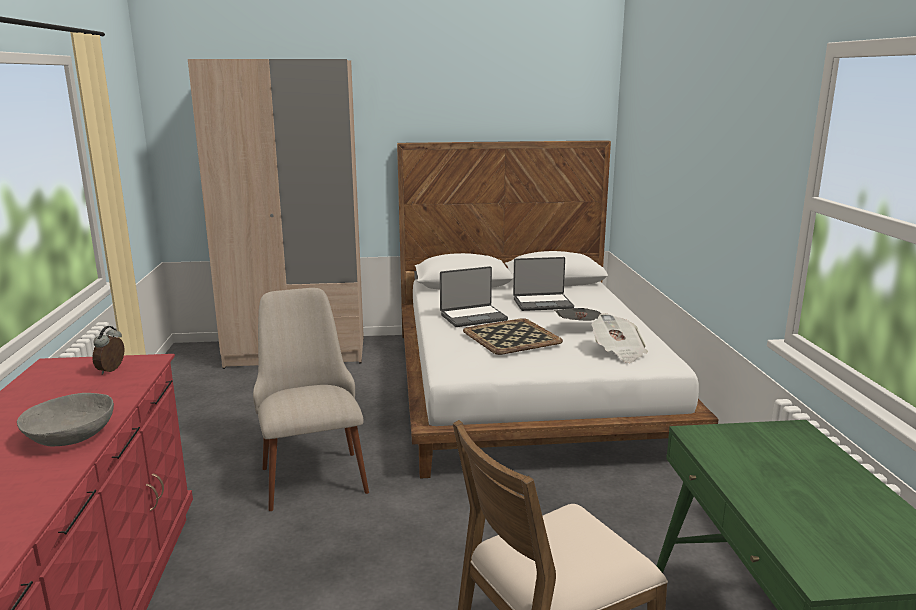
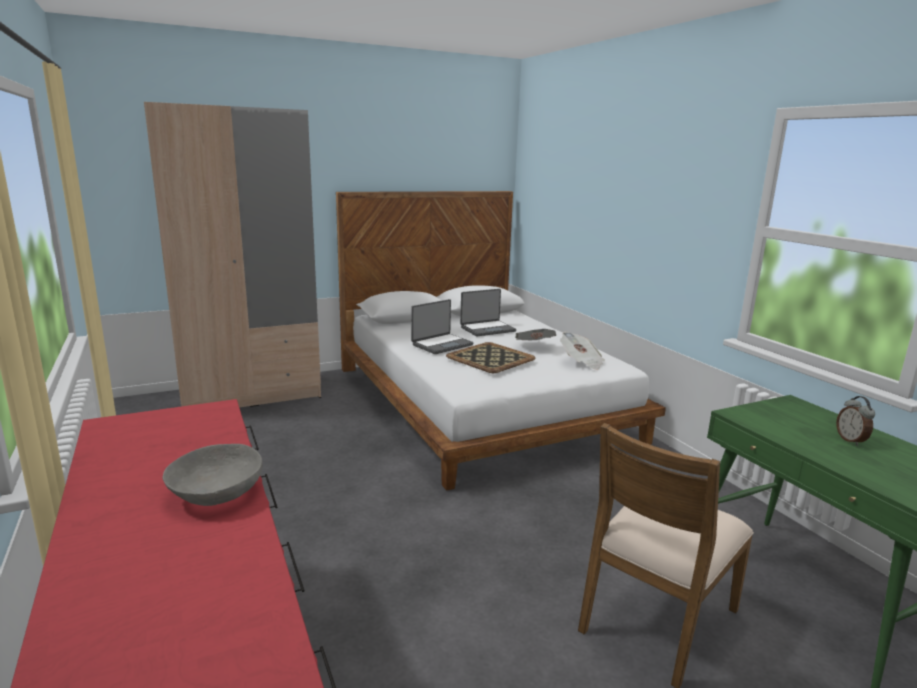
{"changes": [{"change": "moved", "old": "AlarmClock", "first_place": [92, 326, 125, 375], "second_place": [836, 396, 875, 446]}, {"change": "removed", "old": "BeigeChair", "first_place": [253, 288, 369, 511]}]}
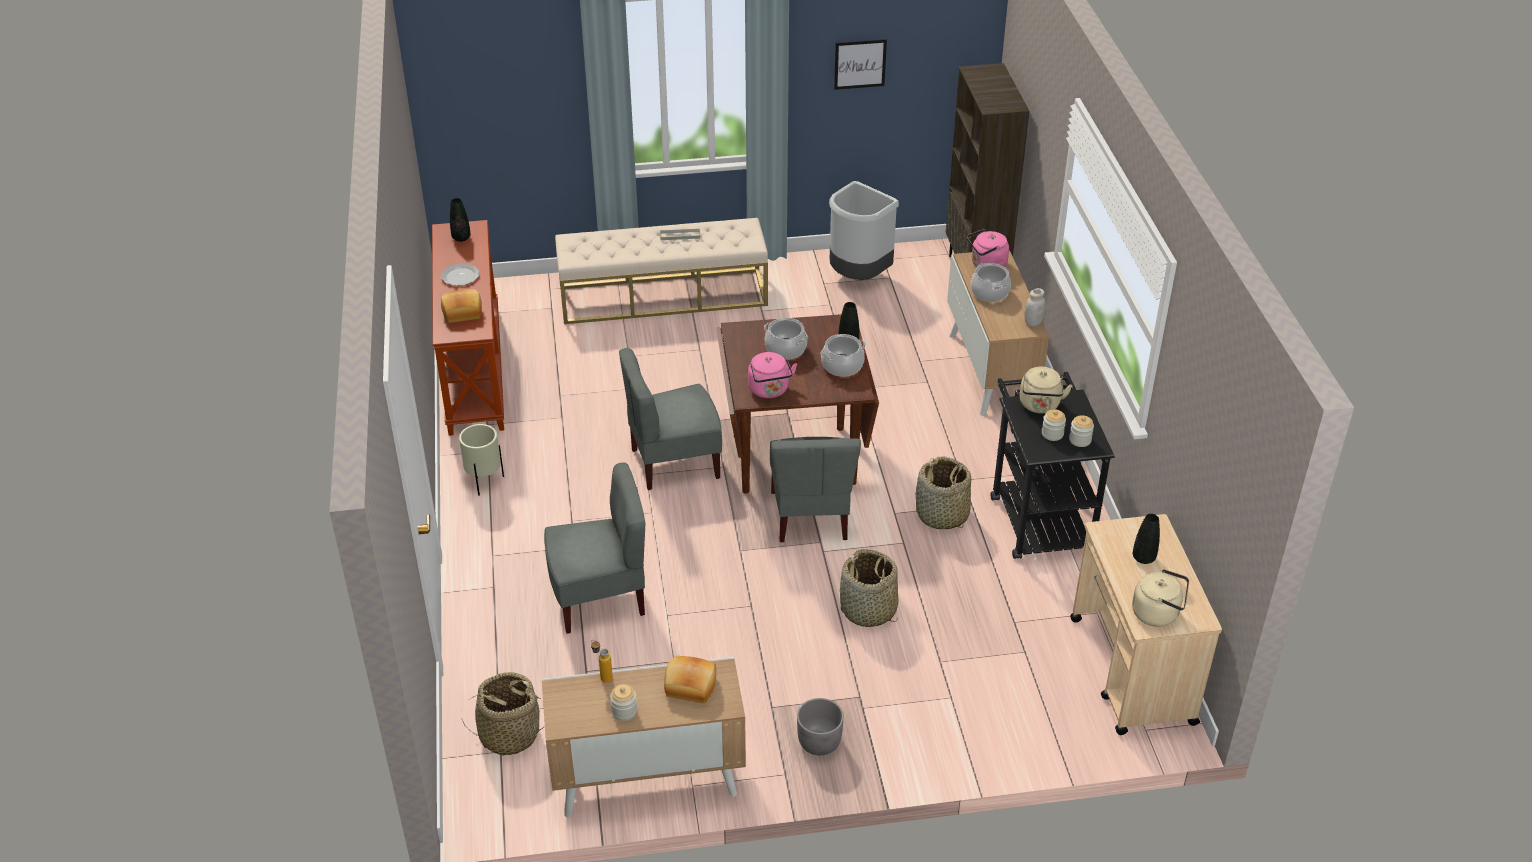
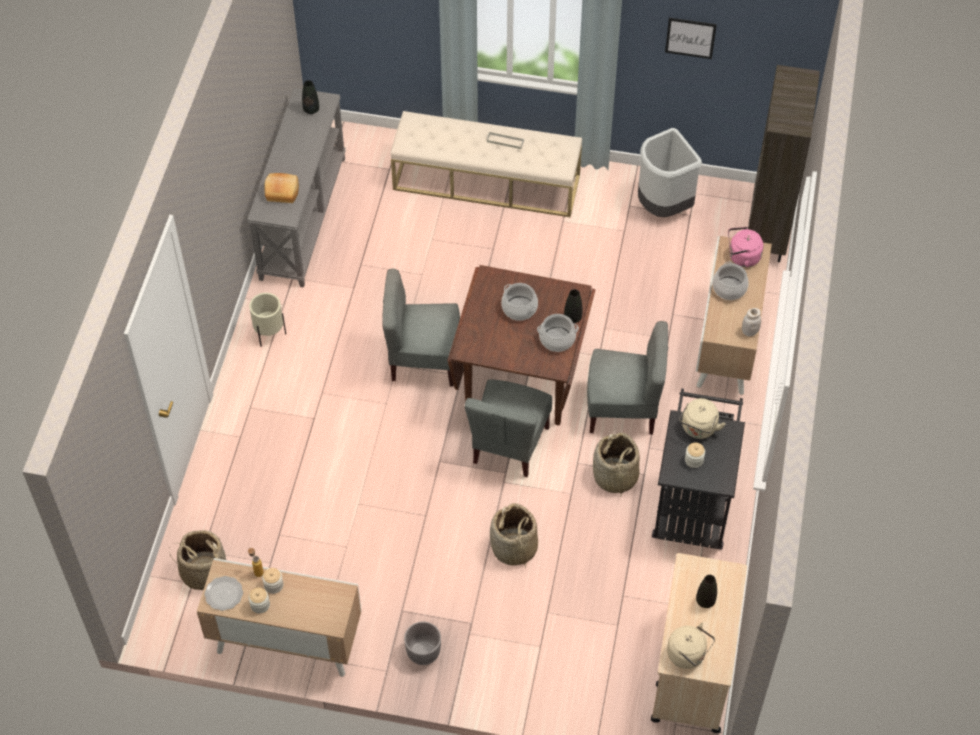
{"changes": [{"change": "recoloured", "old": "BrownConsoleTable", "new": "GreyConsoleTable", "first_place": [432, 220, 504, 436], "second_place": [247, 88, 346, 287]}, {"change": "moved", "old": "Plate", "first_place": [441, 263, 479, 286], "second_place": [204, 576, 243, 611]}, {"change": "moved", "old": "GreyChair", "first_place": [544, 463, 645, 634], "second_place": [587, 321, 668, 434]}, {"change": "removed", "old": "Bread", "first_place": [664, 656, 716, 703]}, {"change": "removed", "old": "PinkKettle", "first_place": [748, 352, 797, 398]}, {"change": "moved", "old": "Jar", "first_place": [1069, 415, 1094, 447], "second_place": [262, 568, 283, 594]}]}
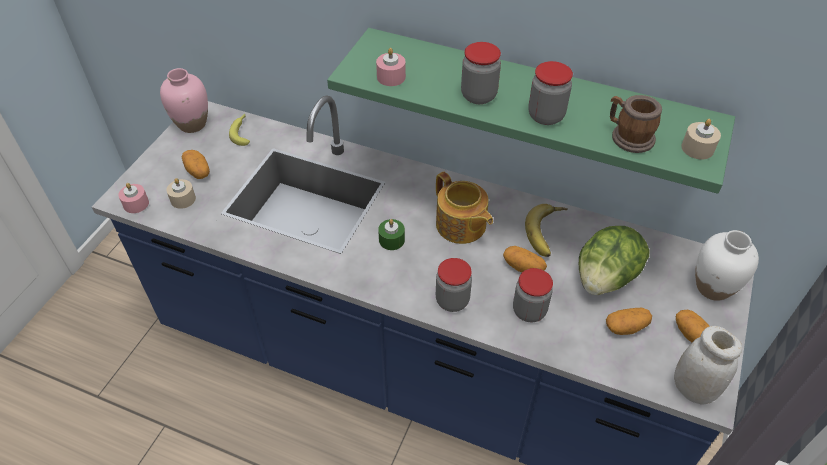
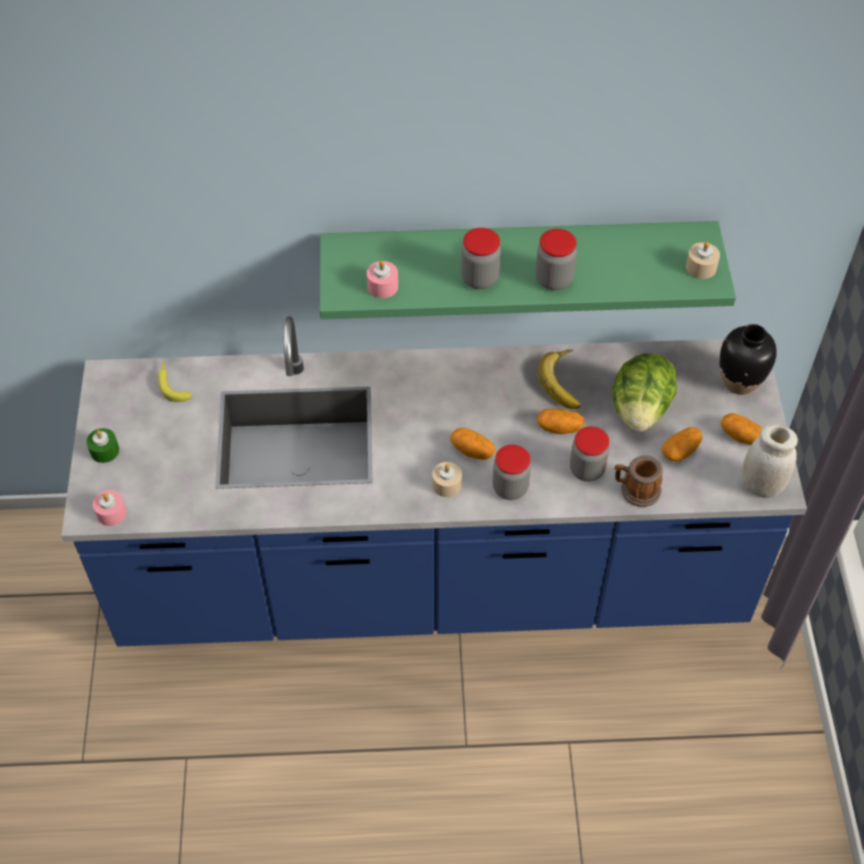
{"changes": [{"change": "removed", "old": "PinkVase", "first_place": [160, 68, 208, 133]}, {"change": "moved", "old": "BeigeCandle", "first_place": [166, 178, 196, 209], "second_place": [432, 462, 462, 497]}, {"change": "moved", "old": "Potato", "first_place": [182, 150, 210, 179], "second_place": [450, 428, 496, 460]}, {"change": "moved", "old": "GreenCandle", "first_place": [378, 219, 405, 250], "second_place": [86, 428, 119, 463]}, {"change": "removed", "old": "Teapot", "first_place": [436, 172, 493, 244]}, {"change": "moved", "old": "Mug", "first_place": [610, 95, 662, 153], "second_place": [615, 456, 663, 507]}, {"change": "recoloured", "old": "WhiteVase", "new": "BlackVase", "first_place": [695, 230, 759, 301], "second_place": [720, 324, 777, 395]}]}
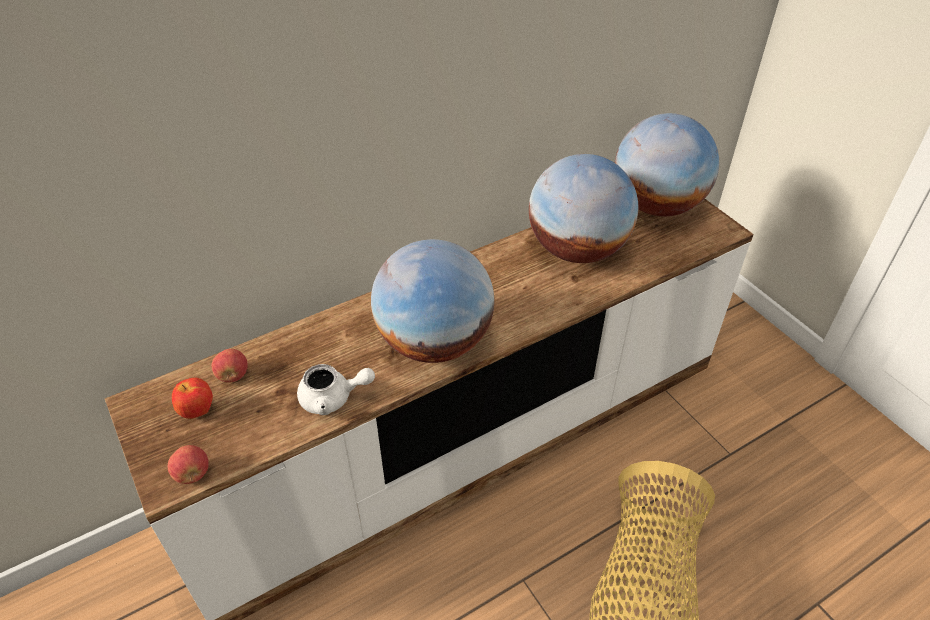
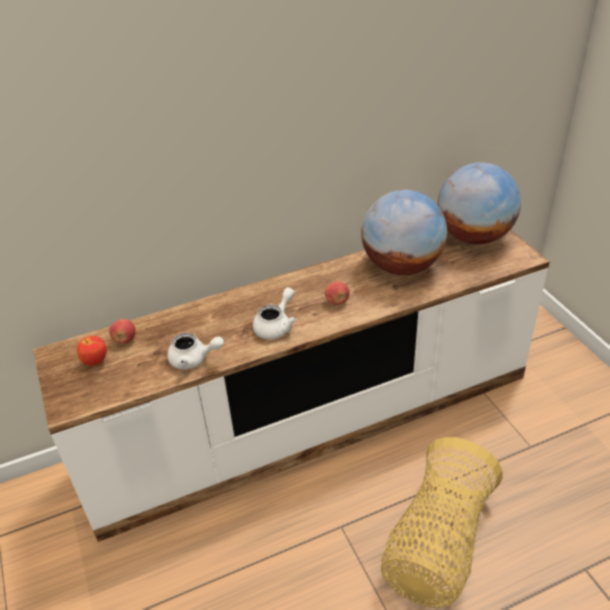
{"changes": [{"change": "moved", "old": "Apple", "first_place": [168, 445, 209, 484], "second_place": [325, 281, 349, 305]}, {"change": "replaced", "old": "Globe", "new": "WhiteTeapot", "first_place": [371, 239, 494, 363], "second_place": [253, 287, 296, 340]}]}
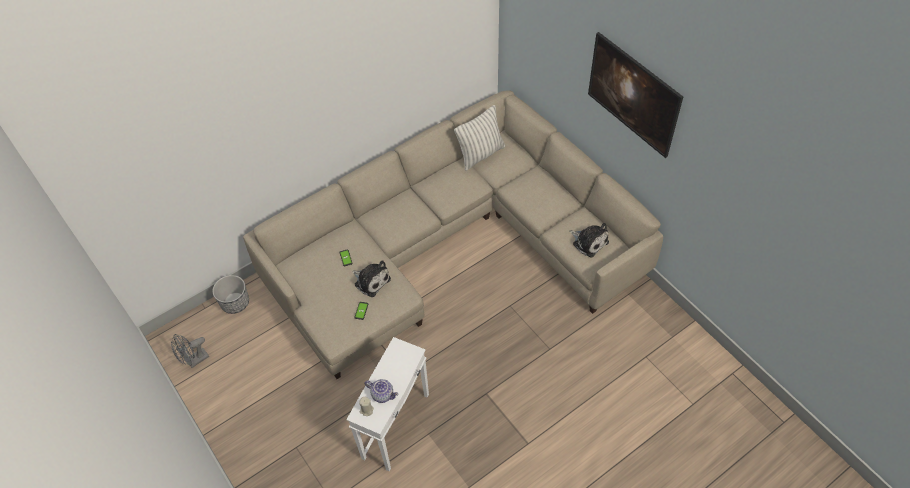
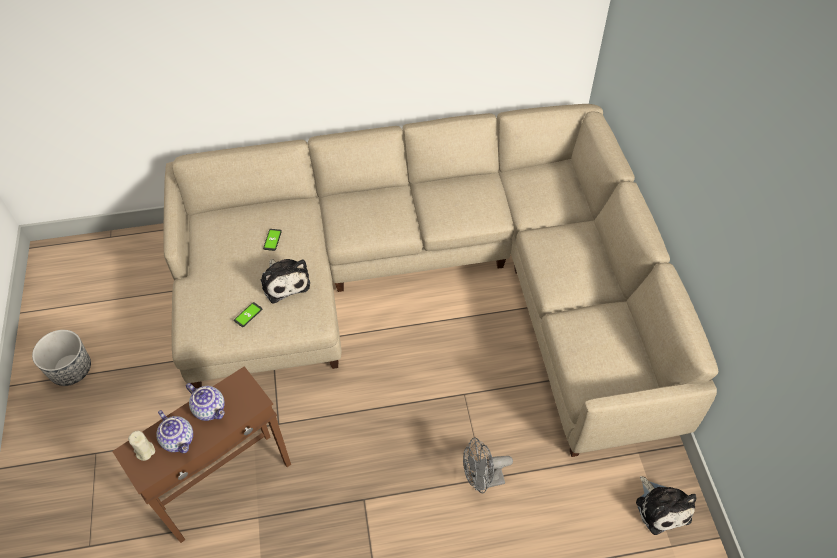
{"changes": [{"change": "moved", "old": "GreyFan", "first_place": [171, 334, 209, 368], "second_place": [463, 437, 513, 493]}, {"change": "moved", "old": "Planter", "first_place": [212, 275, 249, 314], "second_place": [32, 330, 91, 386]}, {"change": "recoloured", "old": "WhiteSideTable", "new": "BrownSideTable", "first_place": [346, 337, 429, 471], "second_place": [112, 366, 291, 543]}, {"change": "removed", "old": "Pillow", "first_place": [454, 105, 505, 171]}, {"change": "moved", "old": "PlushToy", "first_place": [569, 223, 609, 258], "second_place": [636, 476, 696, 535]}, {"change": "removed", "old": "Picture", "first_place": [588, 32, 683, 158]}, {"change": "added", "new": "Teapot", "second_place": [186, 383, 225, 421]}]}
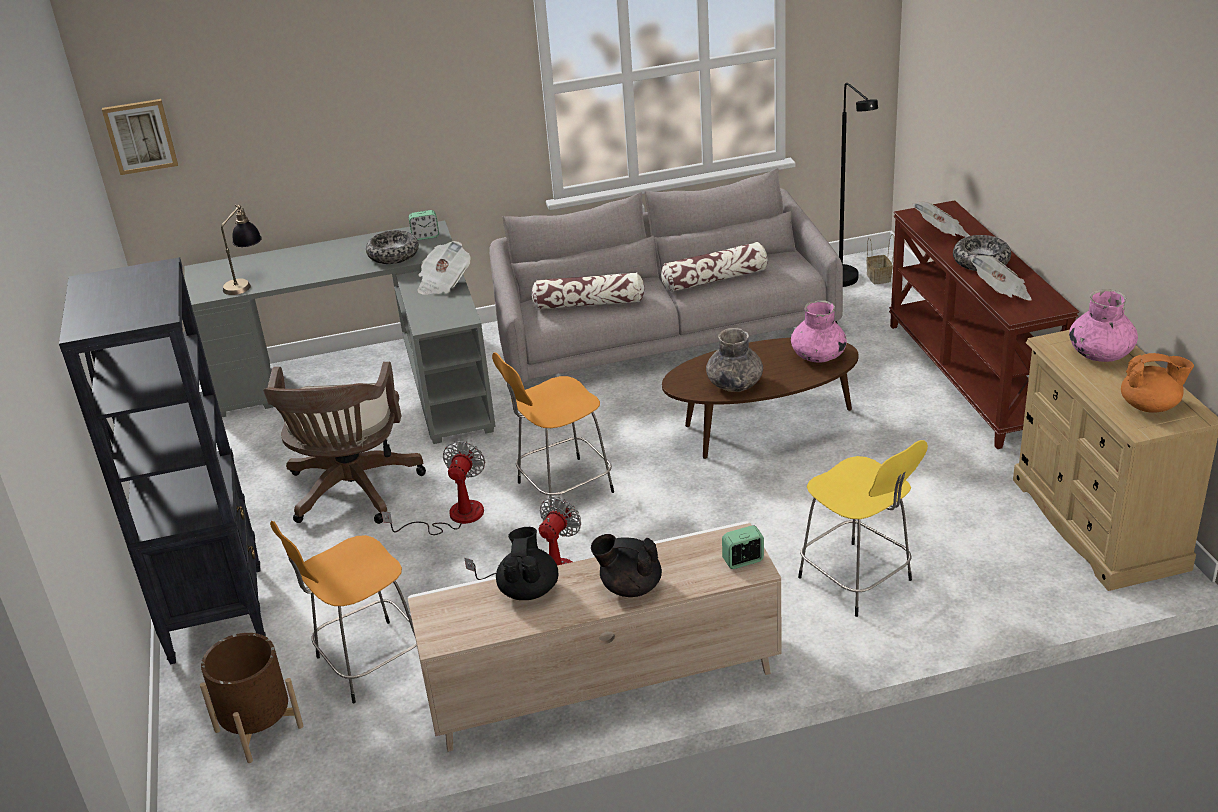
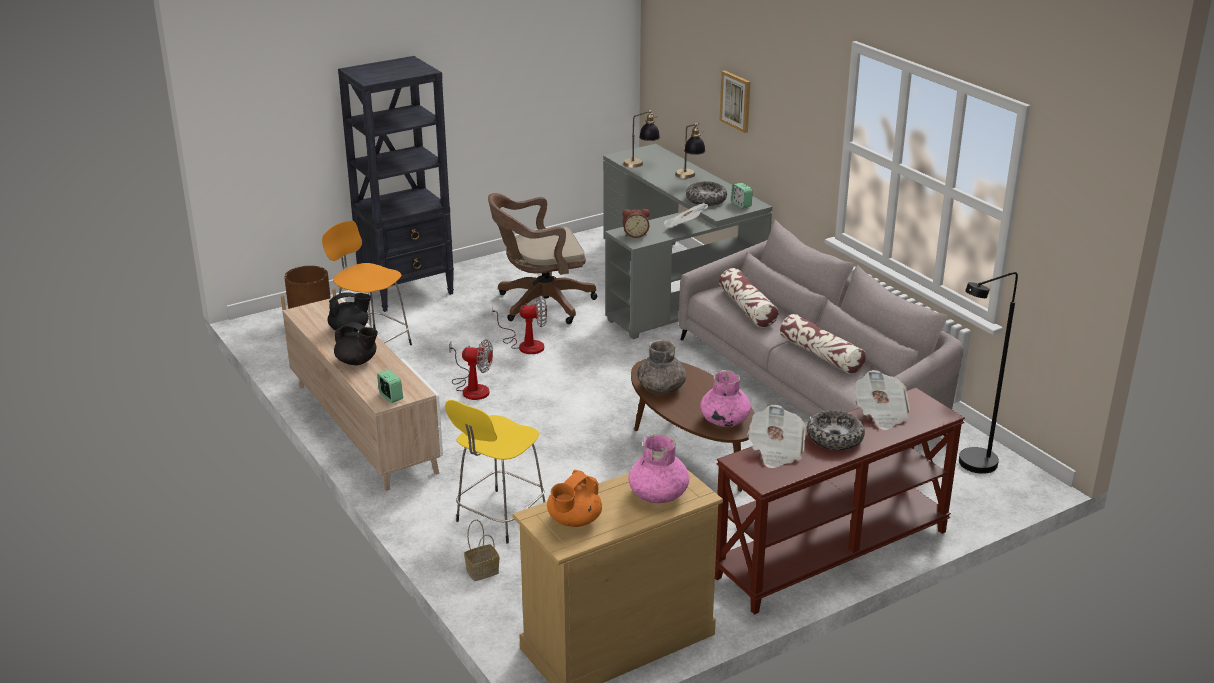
{"changes": [{"change": "moved", "old": "Picture", "first_place": [102, 99, 178, 175], "second_place": [719, 70, 750, 133]}, {"change": "removed", "old": "OrangeStool", "first_place": [492, 353, 614, 511]}, {"change": "turned", "old": "BlackTeapot", "first_place": [591, 534, 662, 597], "second_place": [334, 322, 378, 365], "degrees": 120}, {"change": "moved", "old": "Basket", "first_place": [866, 234, 894, 285], "second_place": [464, 520, 499, 581]}, {"change": "turned", "old": "OrangeTeapot", "first_place": [1121, 353, 1194, 413], "second_place": [547, 470, 602, 527], "degrees": 45}, {"change": "added", "new": "AlarmClock", "second_place": [622, 209, 650, 238]}, {"change": "added", "new": "TableLamp", "second_place": [675, 123, 706, 179]}]}
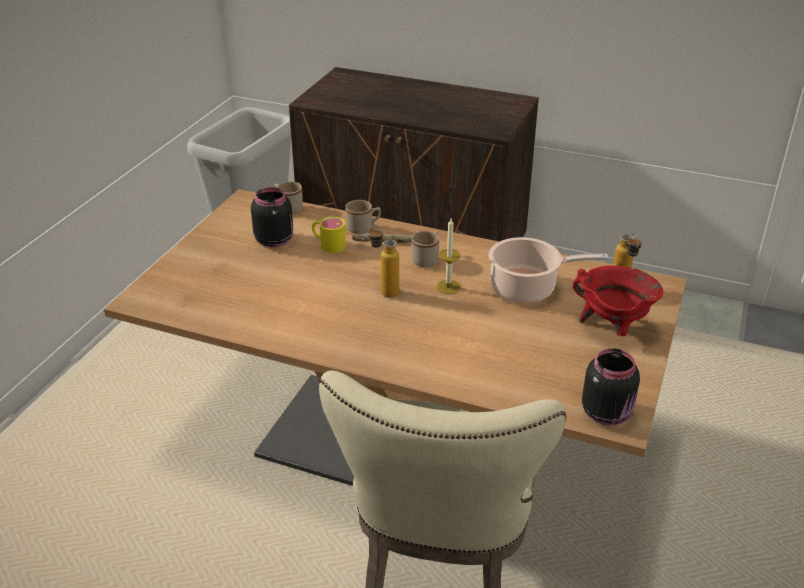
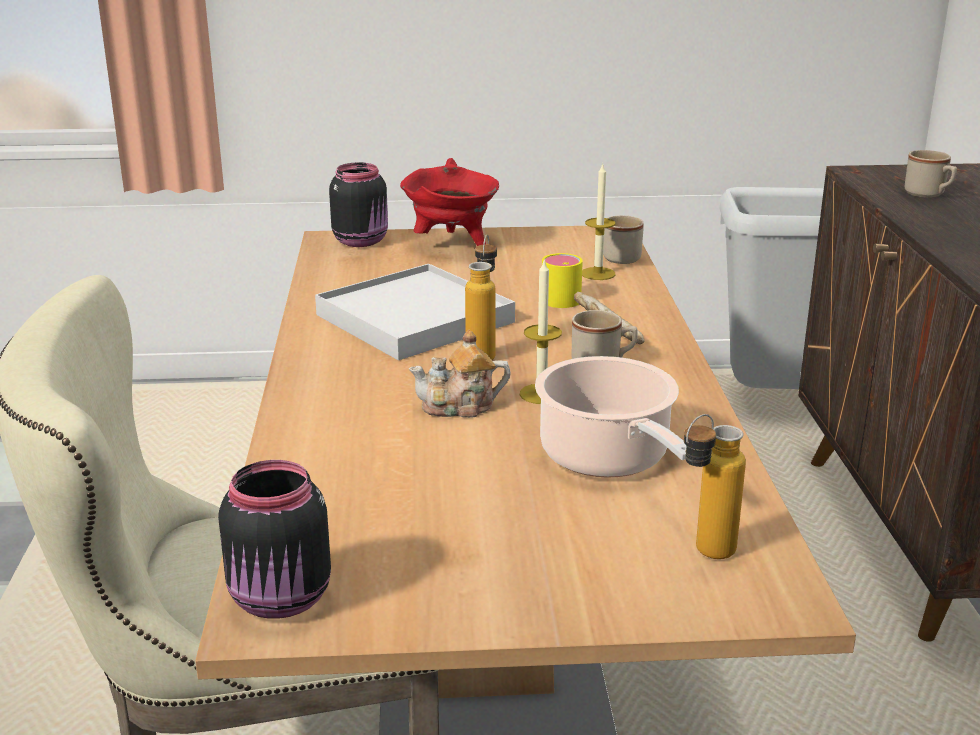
{"changes": [{"change": "moved", "old": "BlackJar", "first_place": [251, 187, 293, 247], "second_place": [329, 163, 388, 247]}, {"change": "moved", "old": "BeigeMug", "first_place": [345, 200, 381, 234], "second_place": [905, 150, 957, 198]}, {"change": "moved", "old": "RedCookingPot", "first_place": [573, 266, 663, 336], "second_place": [400, 158, 499, 246]}, {"change": "added", "new": "WhiteTray", "second_place": [315, 264, 515, 360]}, {"change": "added", "new": "Teapot", "second_place": [409, 330, 510, 418]}, {"change": "added", "new": "Candle", "second_place": [582, 162, 616, 280]}]}
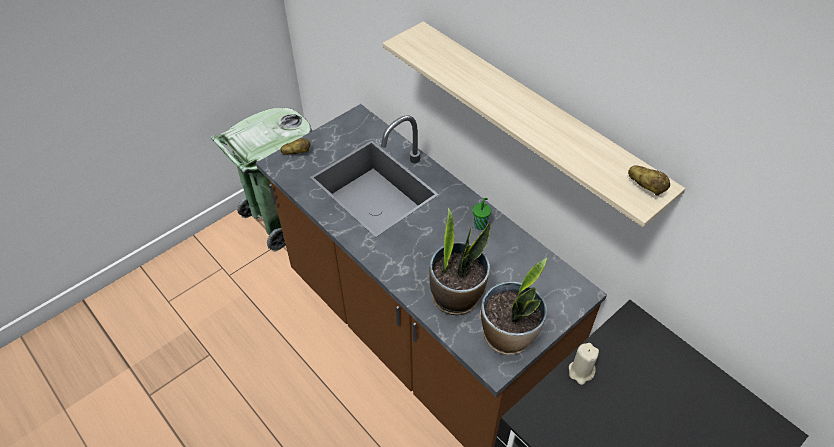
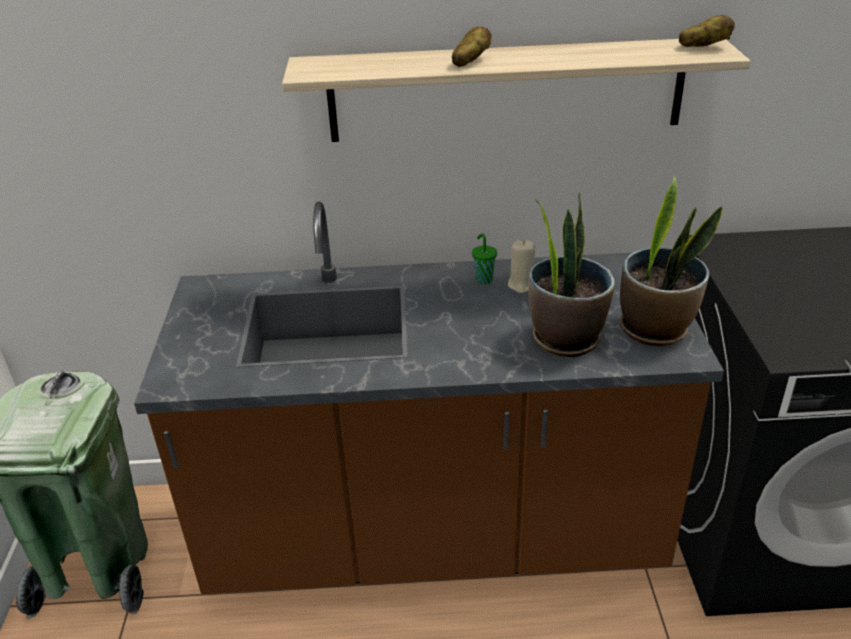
{"changes": [{"change": "moved", "old": "Potato", "first_place": [281, 138, 310, 155], "second_place": [452, 27, 492, 67]}, {"change": "moved", "old": "BeigeCandle", "first_place": [569, 343, 599, 385], "second_place": [508, 240, 535, 293]}]}
